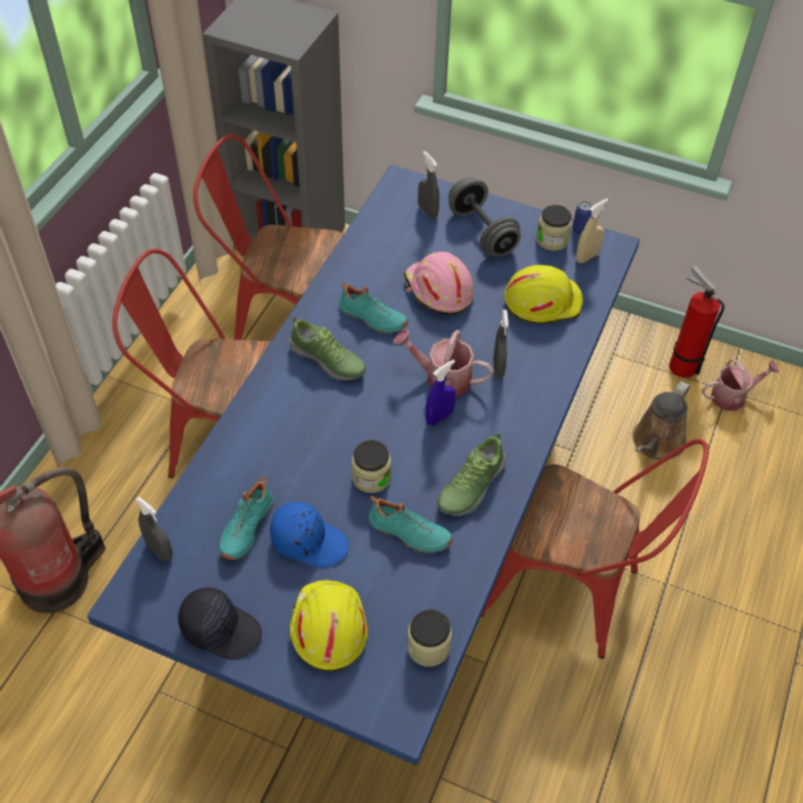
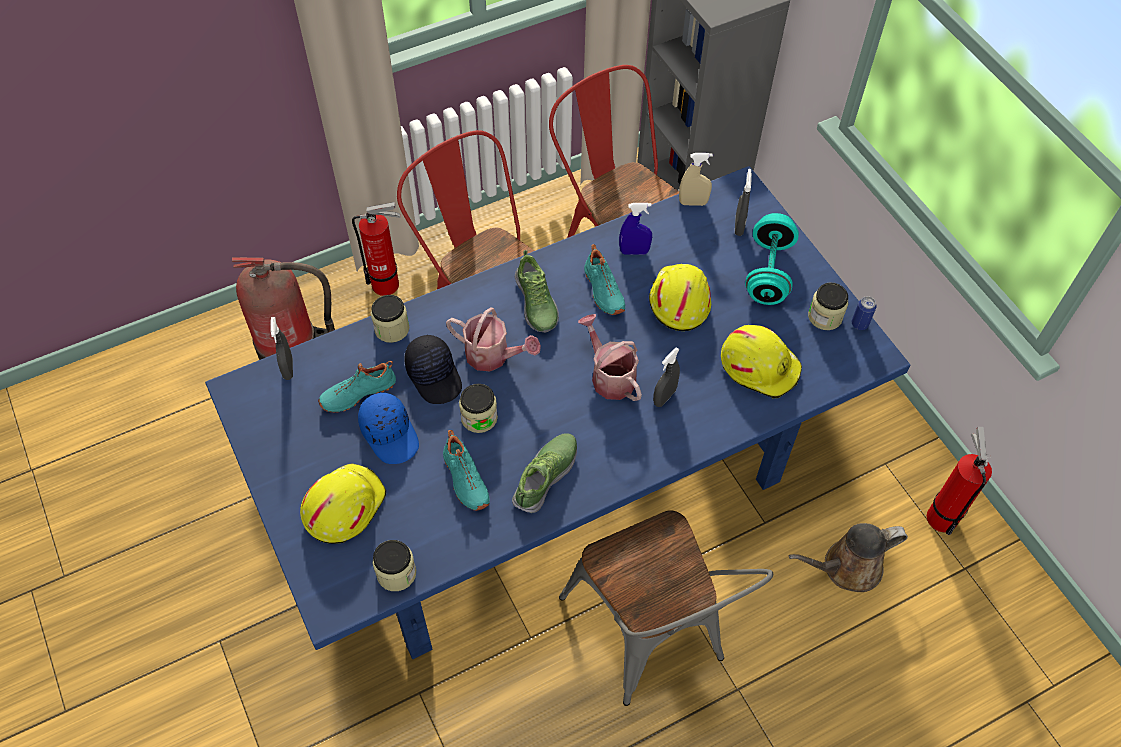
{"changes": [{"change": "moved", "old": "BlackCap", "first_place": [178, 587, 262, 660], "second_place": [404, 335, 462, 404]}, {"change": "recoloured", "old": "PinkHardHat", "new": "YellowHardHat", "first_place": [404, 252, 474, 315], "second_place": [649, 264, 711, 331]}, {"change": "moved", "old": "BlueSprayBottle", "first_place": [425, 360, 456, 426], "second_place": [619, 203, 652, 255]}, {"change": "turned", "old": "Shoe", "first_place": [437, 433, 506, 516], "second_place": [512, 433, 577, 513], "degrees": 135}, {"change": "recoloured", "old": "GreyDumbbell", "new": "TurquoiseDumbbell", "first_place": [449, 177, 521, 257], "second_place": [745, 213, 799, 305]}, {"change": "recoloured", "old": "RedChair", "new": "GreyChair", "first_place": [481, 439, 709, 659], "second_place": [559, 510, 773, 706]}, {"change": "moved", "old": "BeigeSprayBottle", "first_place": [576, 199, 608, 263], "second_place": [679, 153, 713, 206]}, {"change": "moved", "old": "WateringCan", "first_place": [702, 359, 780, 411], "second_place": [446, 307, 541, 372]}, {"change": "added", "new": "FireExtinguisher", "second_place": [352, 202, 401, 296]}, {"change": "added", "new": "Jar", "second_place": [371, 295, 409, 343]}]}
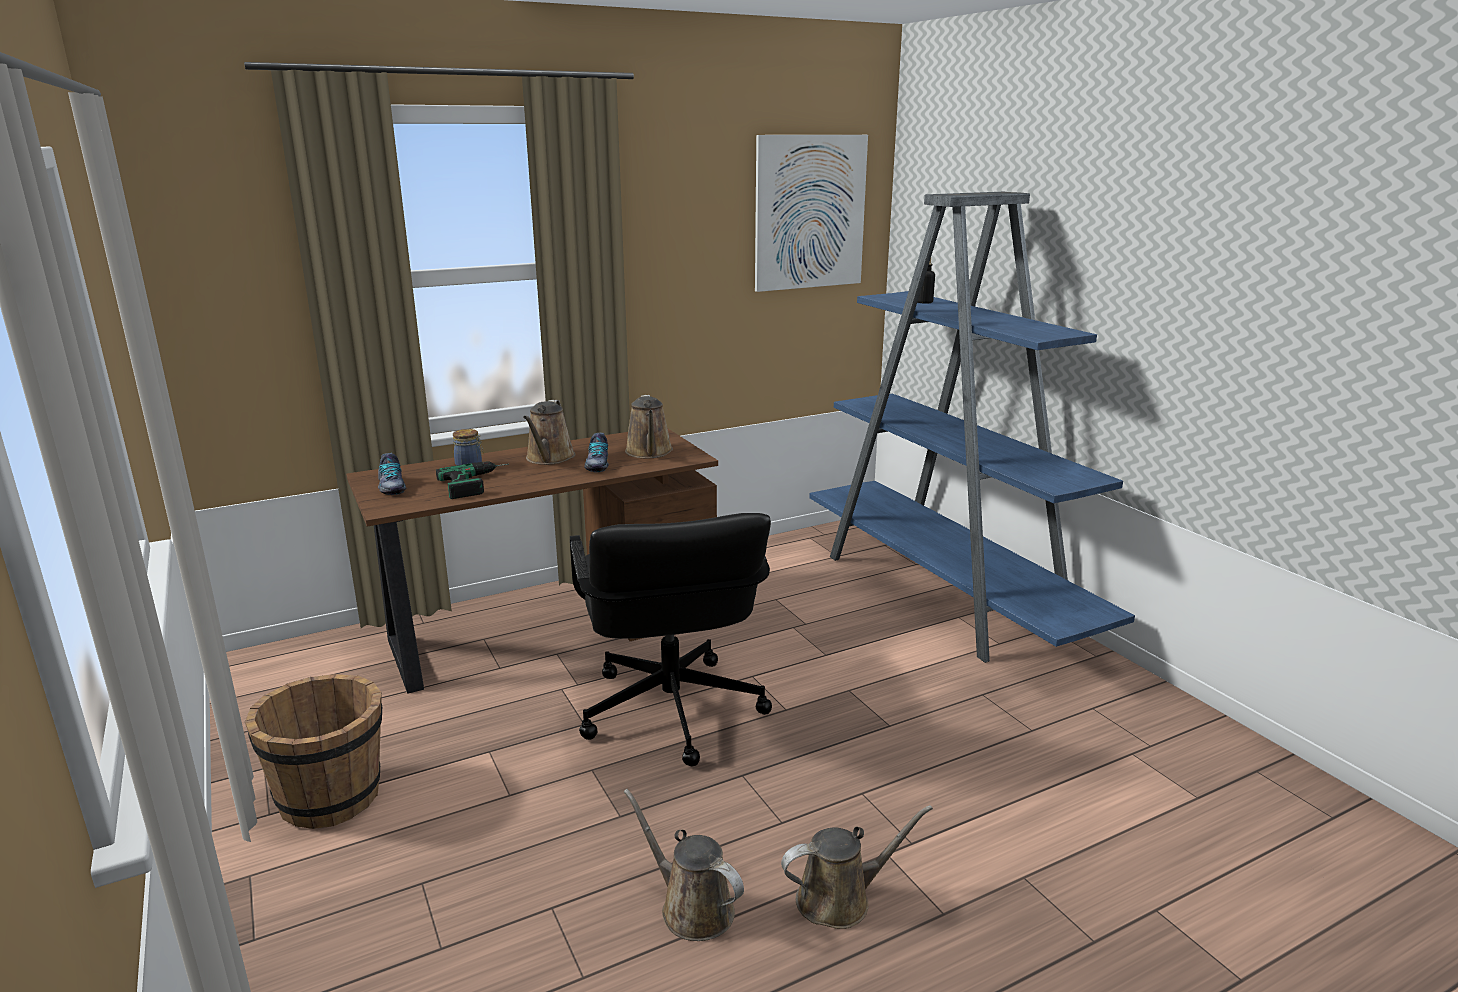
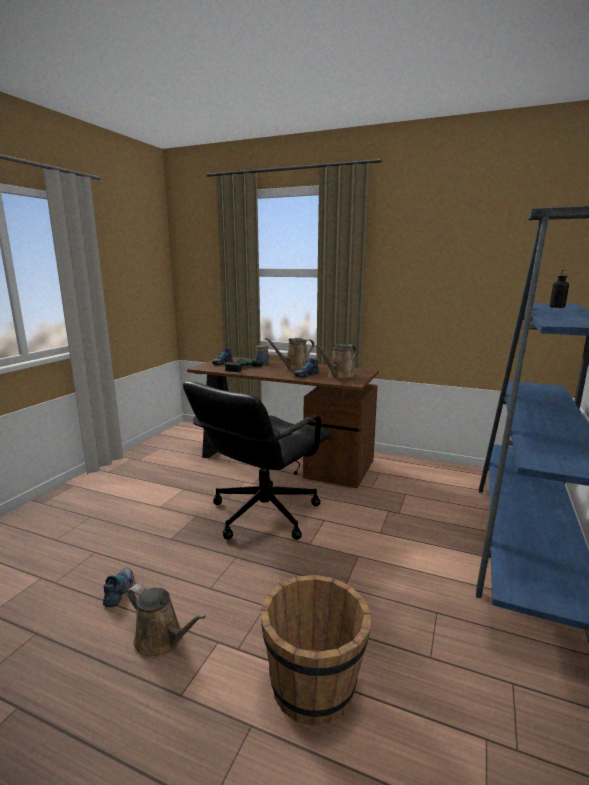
{"changes": [{"change": "moved", "old": "BrownBucket", "first_place": [245, 674, 382, 829], "second_place": [261, 575, 371, 726]}, {"change": "replaced", "old": "BrownWateringCan", "new": "Shoe", "first_place": [624, 789, 744, 941], "second_place": [103, 568, 134, 607]}, {"change": "removed", "old": "Picture", "first_place": [755, 135, 868, 292]}]}
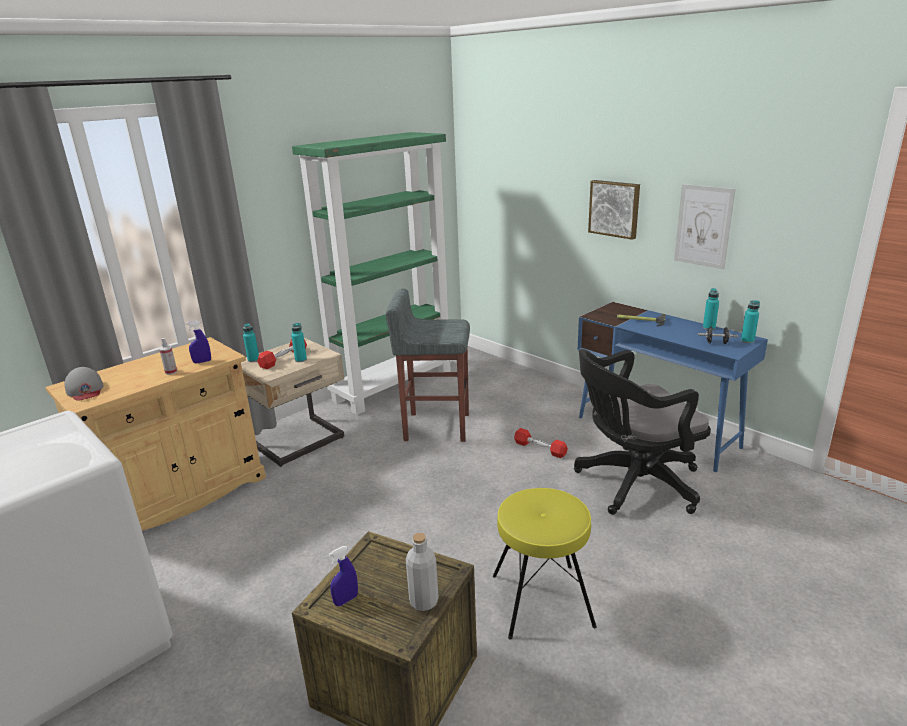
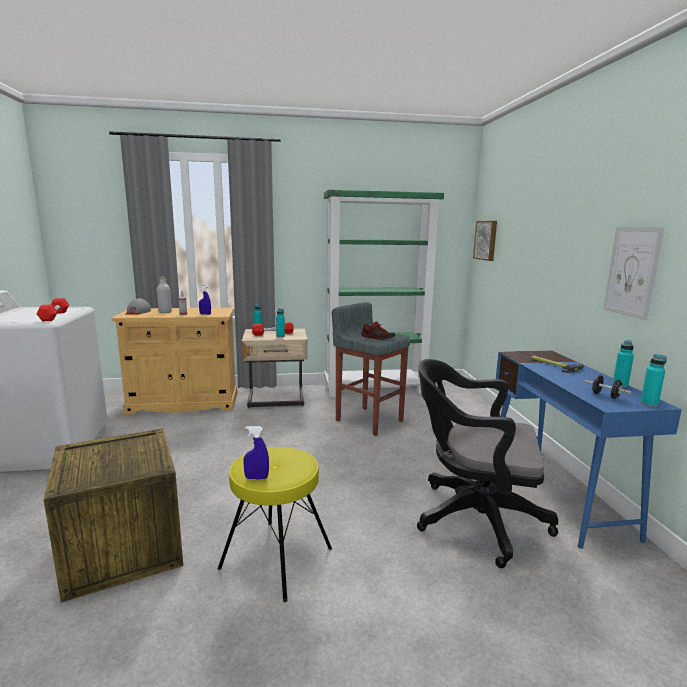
{"changes": [{"change": "moved", "old": "BlueSprayBottle", "first_place": [329, 546, 358, 606], "second_place": [243, 426, 269, 479]}, {"change": "moved", "old": "GreyBottle", "first_place": [406, 533, 439, 611], "second_place": [157, 277, 172, 313]}, {"change": "moved", "old": "RedDumbbell", "first_place": [514, 428, 568, 458], "second_place": [37, 298, 69, 321]}, {"change": "moved", "old": "Picture", "first_place": [588, 180, 640, 240], "second_place": [473, 221, 497, 261]}, {"change": "added", "new": "Shoe", "second_place": [361, 321, 395, 340]}]}
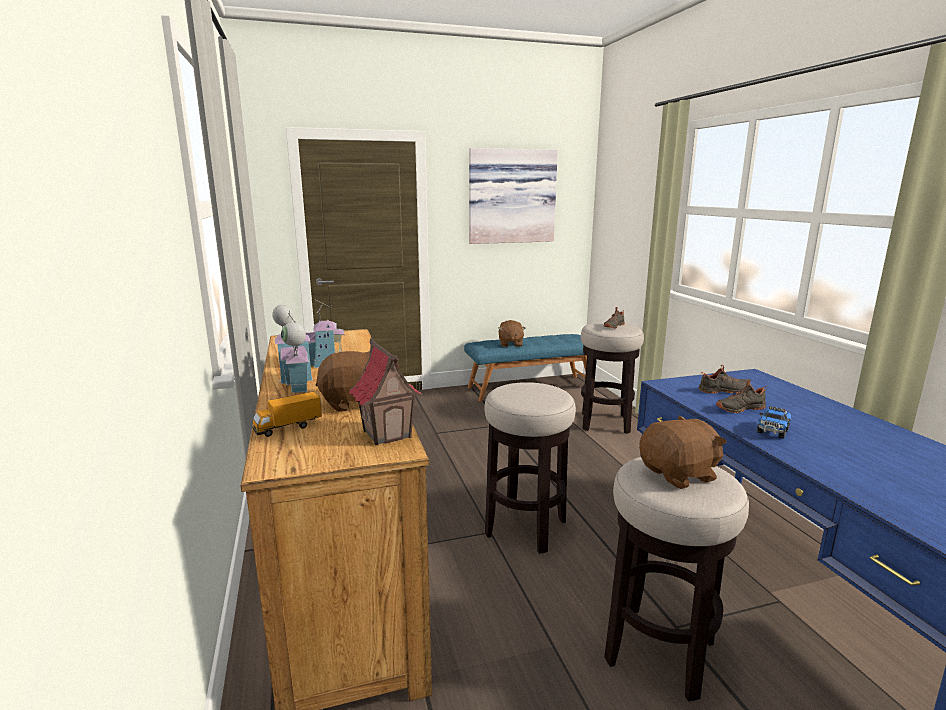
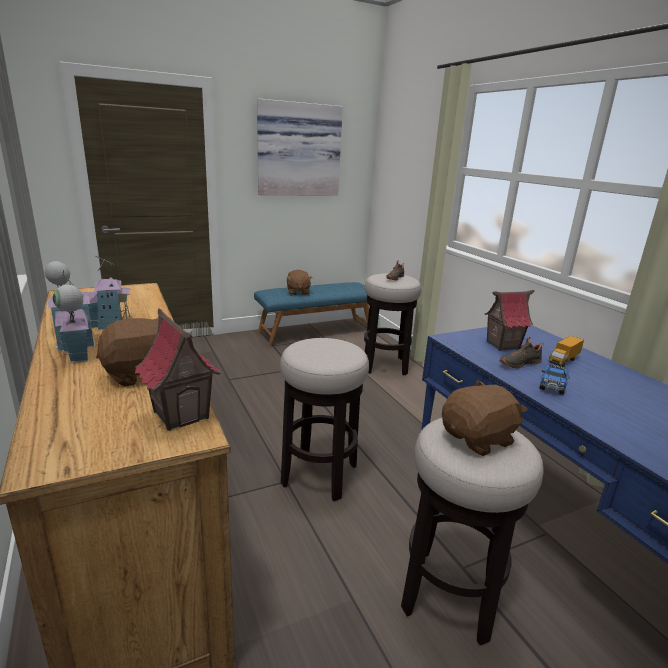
{"changes": [{"change": "moved", "old": "ToyTruck", "first_place": [252, 392, 322, 437], "second_place": [548, 336, 584, 367]}, {"change": "replaced", "old": "BlackShoe", "new": "ToyHouse", "first_place": [699, 364, 751, 394], "second_place": [485, 290, 534, 351]}]}
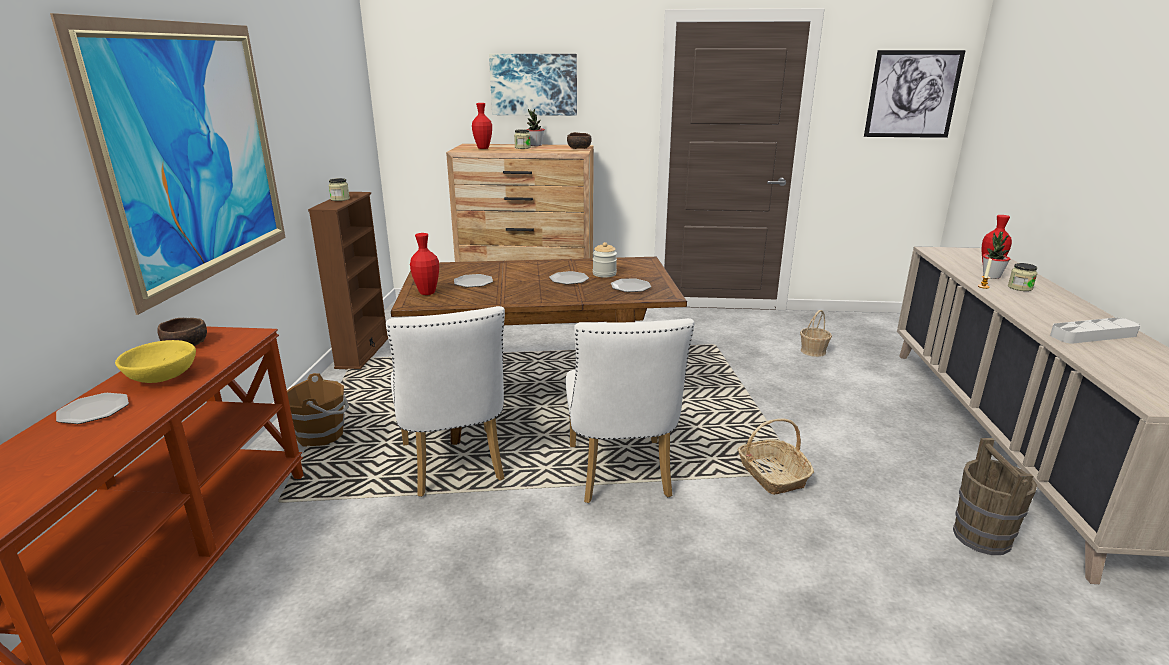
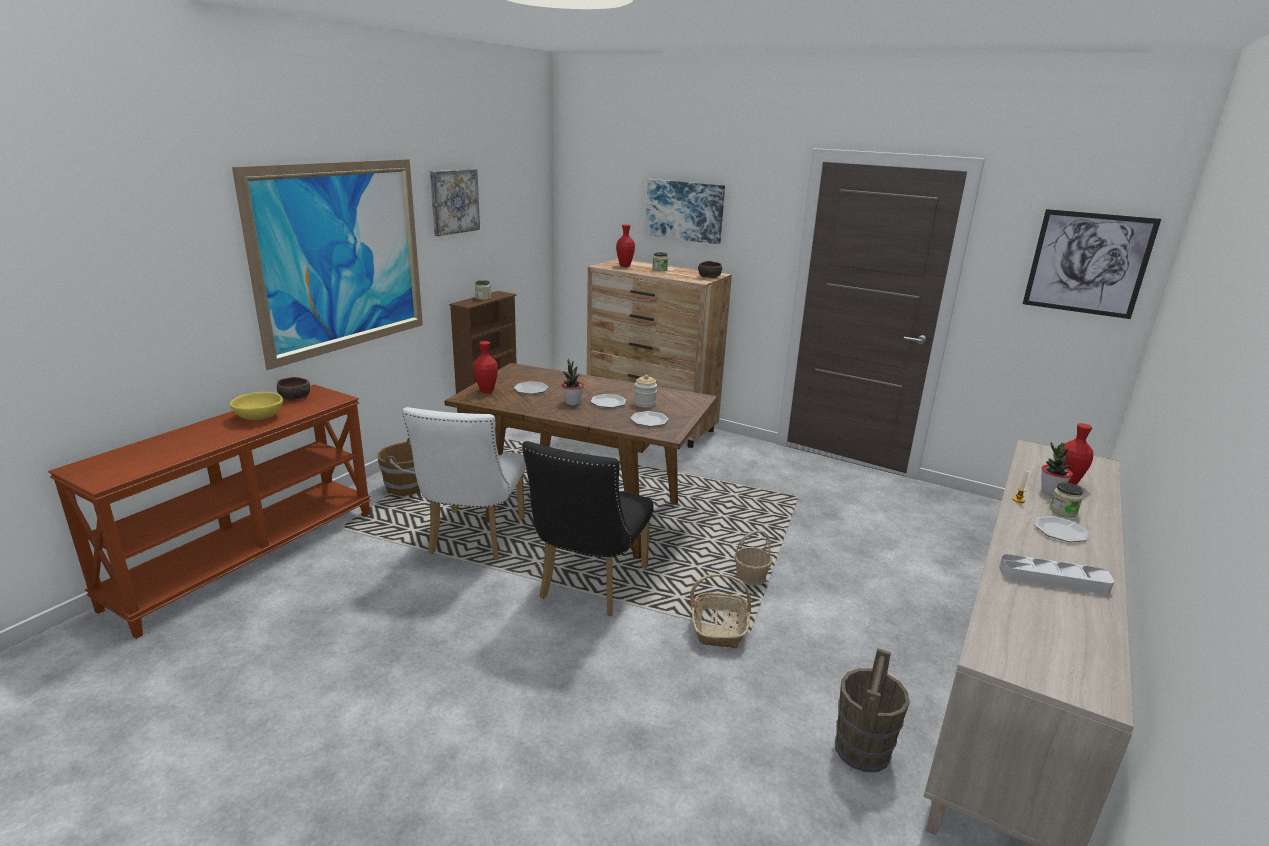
{"changes": [{"change": "moved", "old": "Plate", "first_place": [56, 393, 129, 424], "second_place": [1034, 516, 1089, 542]}, {"change": "moved", "old": "PottedPlant", "first_place": [527, 109, 545, 146], "second_place": [562, 359, 584, 405]}, {"change": "recoloured", "old": "WhiteChair", "new": "BlackChair", "first_place": [566, 318, 695, 503], "second_place": [522, 441, 654, 616]}, {"change": "moved", "old": "Basket", "first_place": [800, 310, 832, 357], "second_place": [734, 530, 772, 586]}, {"change": "added", "new": "Picture", "second_place": [430, 169, 480, 236]}]}
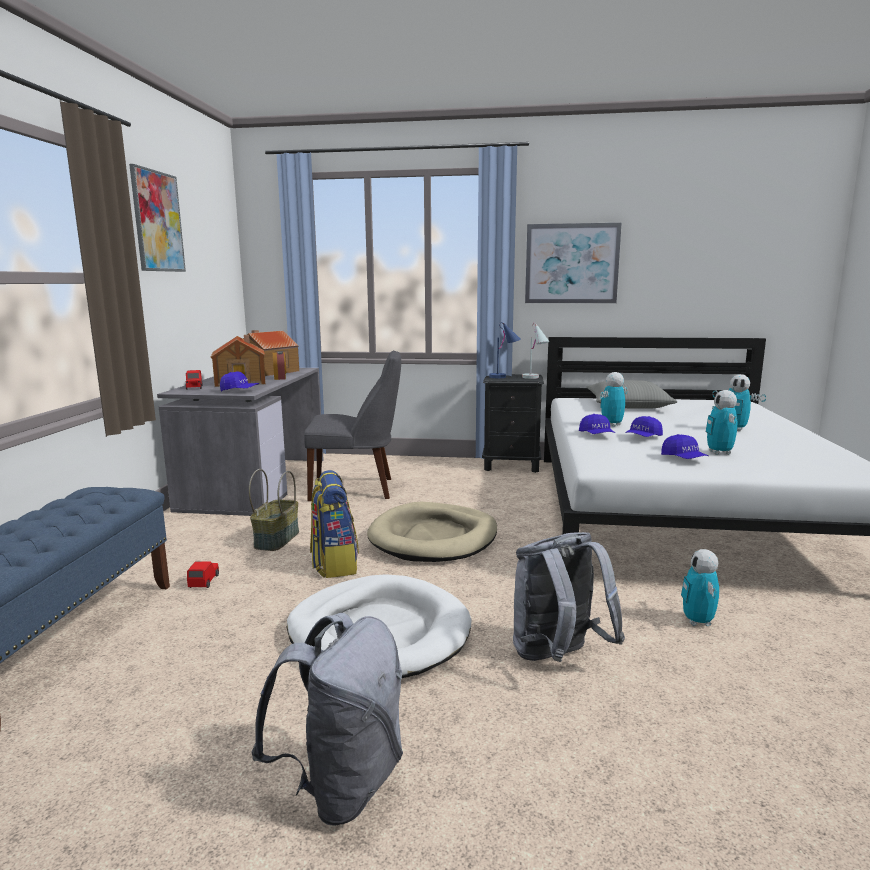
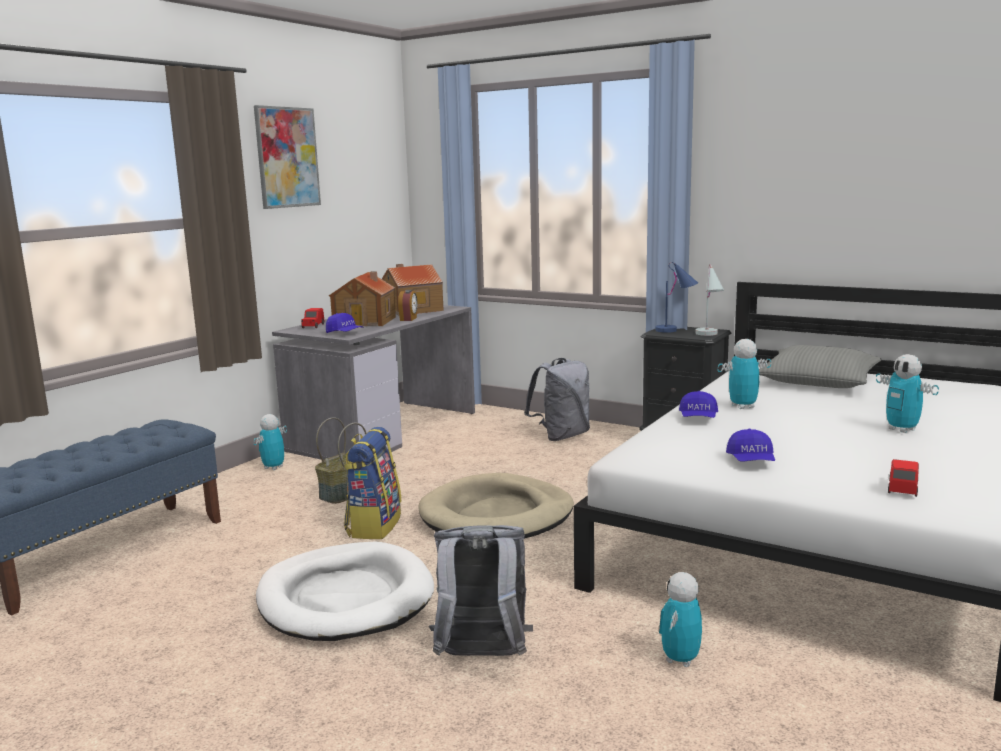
{"changes": [{"change": "moved", "old": "RedToyCar", "first_place": [187, 562, 219, 588], "second_place": [888, 459, 919, 497]}, {"change": "moved", "old": "GreyBackpack", "first_place": [251, 613, 403, 826], "second_place": [524, 358, 590, 441]}, {"change": "removed", "old": "GreyChair", "first_place": [304, 351, 401, 501]}, {"change": "removed", "old": "Picture", "first_place": [525, 223, 622, 303]}, {"change": "removed", "old": "BlueCap", "first_place": [625, 416, 663, 437]}, {"change": "moved", "old": "ToyRobot", "first_place": [706, 390, 738, 455], "second_place": [254, 414, 287, 470]}]}
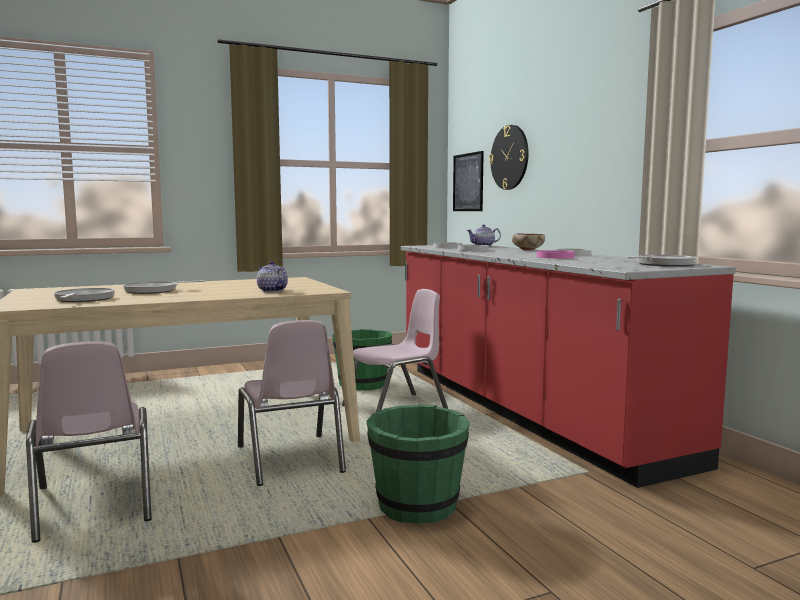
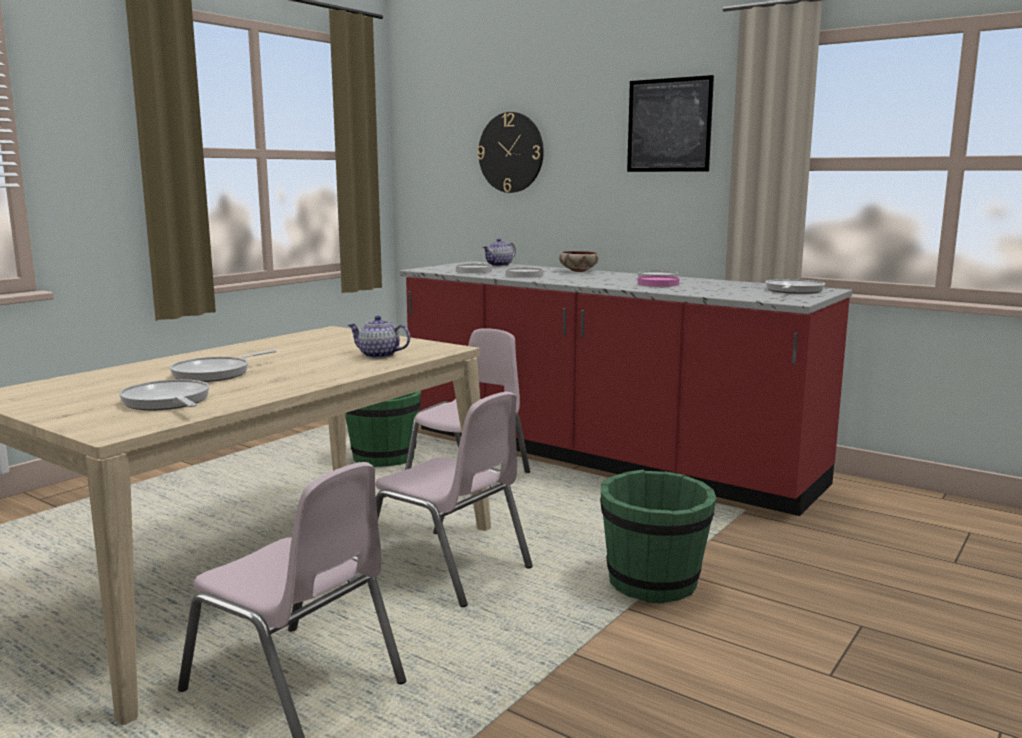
{"changes": [{"change": "moved", "old": "Picture", "first_place": [453, 151, 484, 211], "second_place": [627, 75, 714, 172]}]}
